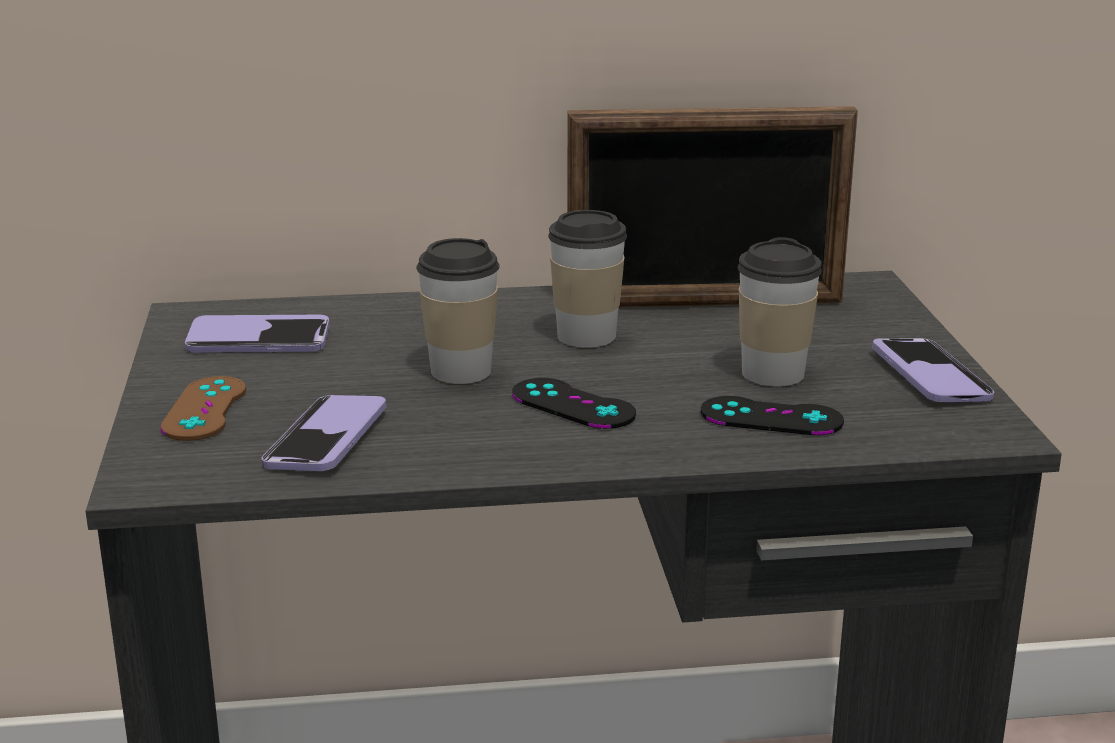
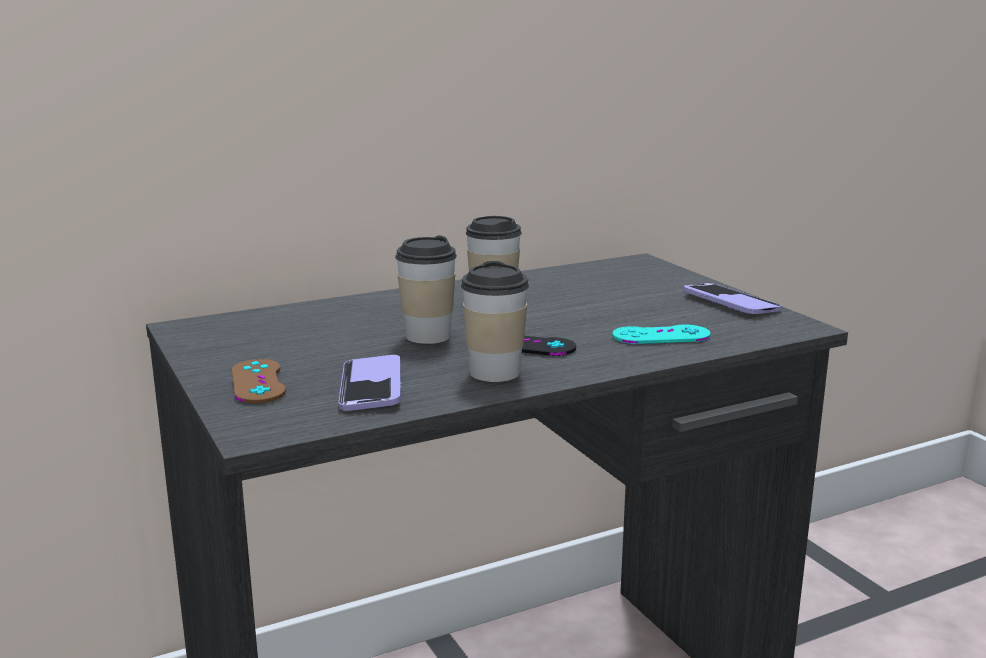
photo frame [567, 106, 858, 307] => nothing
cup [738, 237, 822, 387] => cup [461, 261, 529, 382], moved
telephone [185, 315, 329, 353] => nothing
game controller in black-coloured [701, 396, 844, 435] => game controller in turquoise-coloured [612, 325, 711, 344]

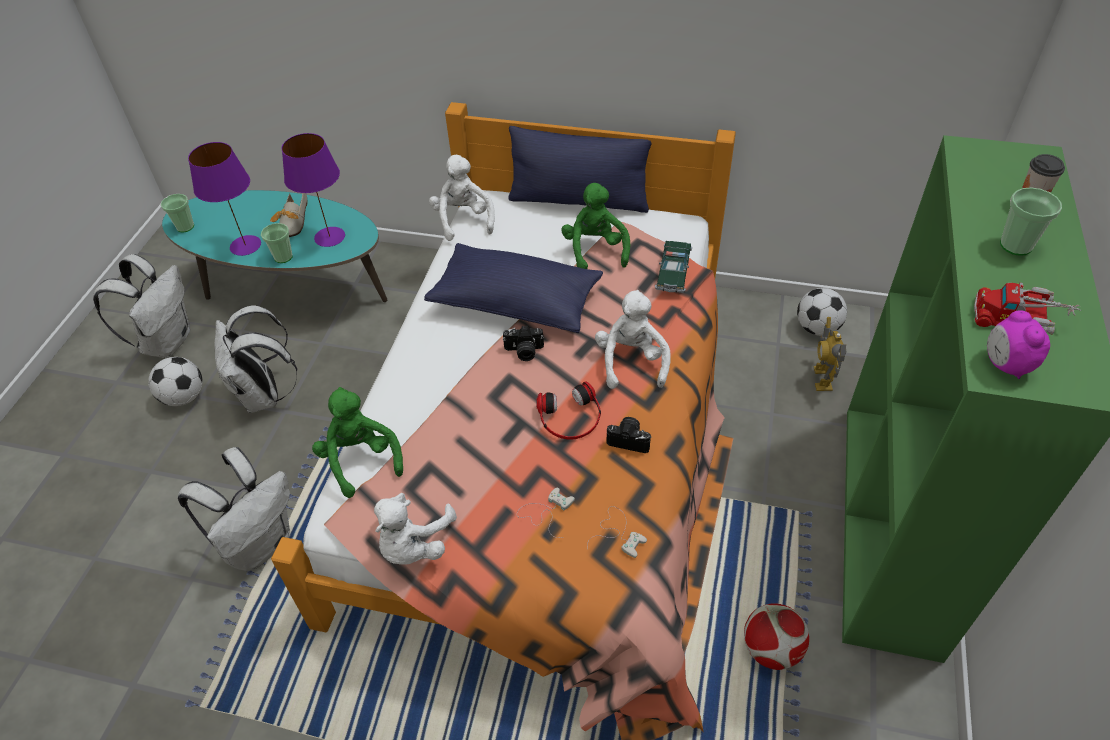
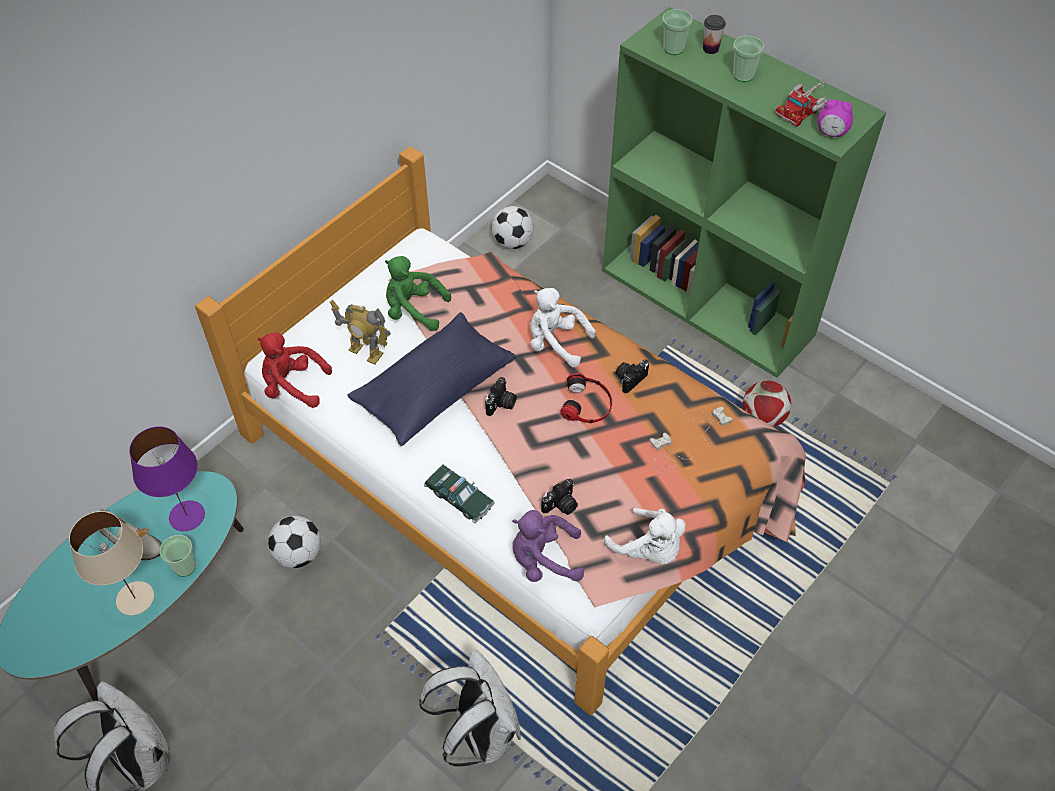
cushion in bluish [508, 126, 651, 213] => nothing
table lamp in purple [188, 142, 261, 256] => table lamp in sand-coloured [69, 511, 154, 615]
cuddly toy in whitish [429, 155, 495, 241] => cuddly toy in red [258, 332, 332, 408]
cup [161, 194, 194, 233] => cup [662, 9, 693, 55], moved
model car [655, 241, 692, 293] => model car [424, 465, 495, 523], moved
backpack in whitish [215, 305, 297, 413] => nothing
toy robot [814, 317, 846, 391] => toy robot [330, 300, 391, 365], moved
ball for football [148, 357, 203, 406] => ball for football [268, 516, 321, 568], moved
cuddly toy in green [312, 387, 403, 498] => cuddly toy in purple [512, 510, 584, 582]
nothing => photo camera [541, 479, 578, 515]

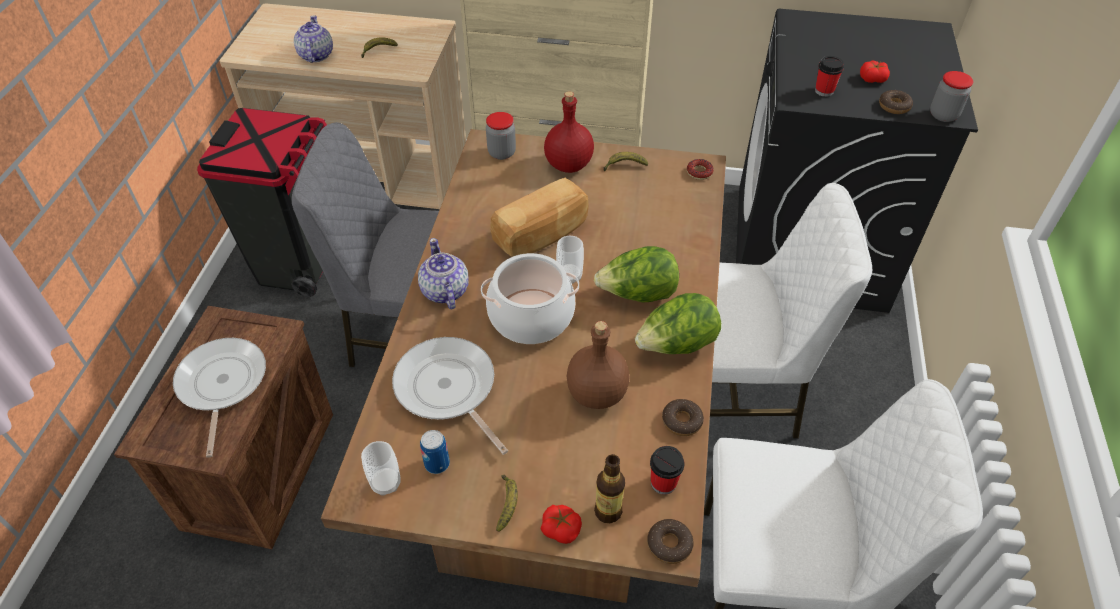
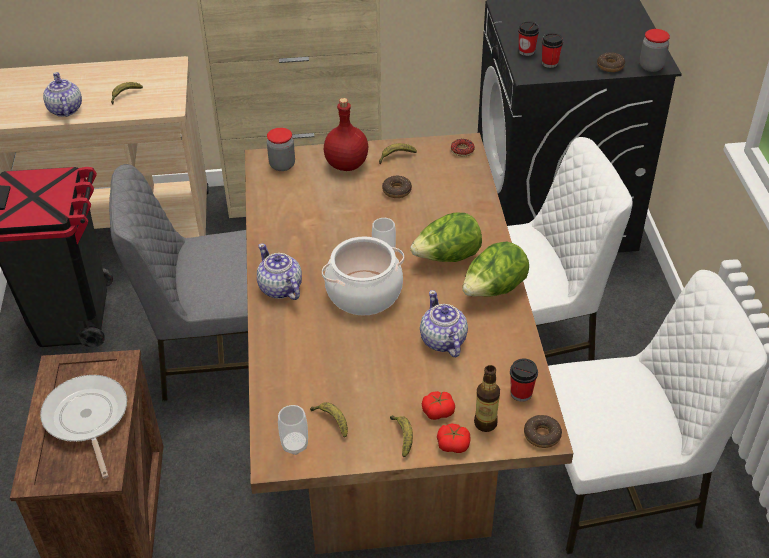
tomato [860, 61, 890, 83] => tomato [422, 391, 455, 420], moved
bread [490, 178, 589, 257] => nothing
beverage bottle in brown [567, 321, 629, 409] => tea pot [420, 290, 468, 357]
skillet [392, 337, 508, 455] => nothing
ring doughnut [662, 399, 704, 436] => ring doughnut [382, 176, 412, 198], moved
metal can [420, 430, 450, 474] => banana fruit [310, 402, 348, 438]
nothing => cup [518, 21, 539, 56]

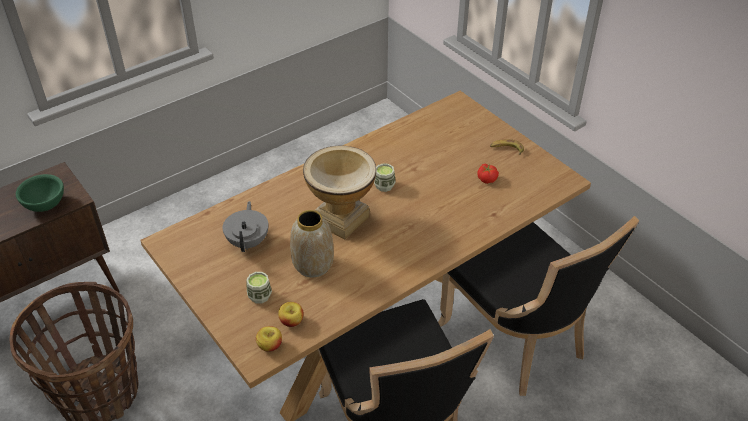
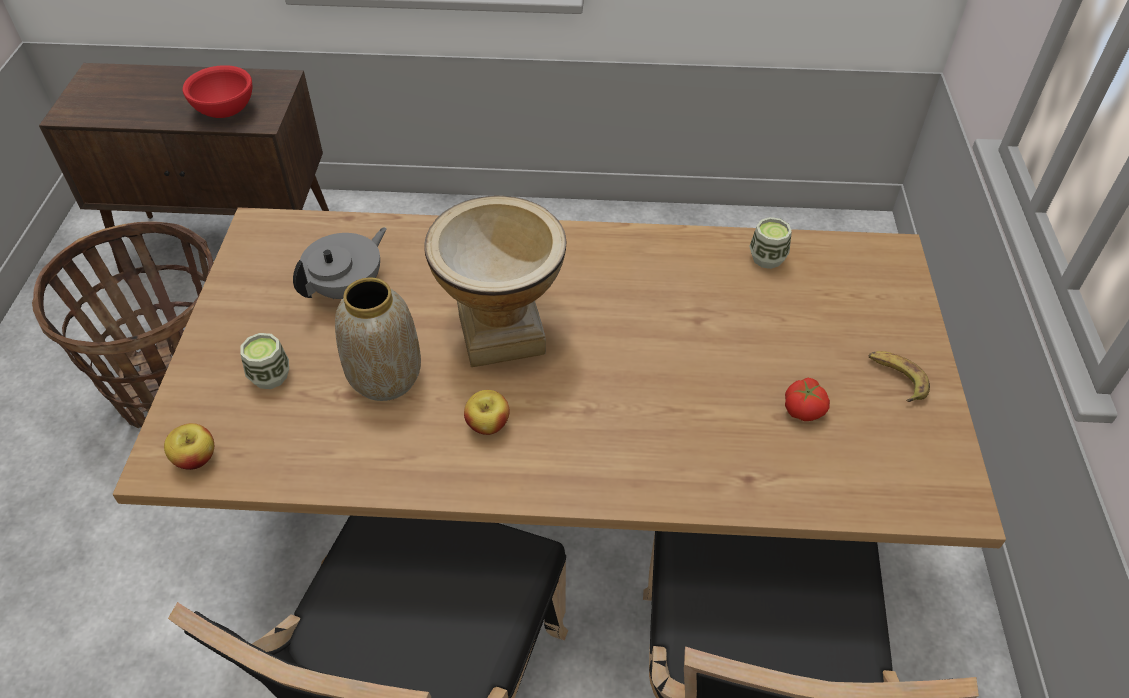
cup [374, 163, 396, 192] => cup [749, 217, 792, 269], moved
serving bowl in green [16, 174, 64, 212] => serving bowl in red [183, 65, 252, 118]
apple [278, 302, 304, 327] => apple [464, 390, 510, 435], moved

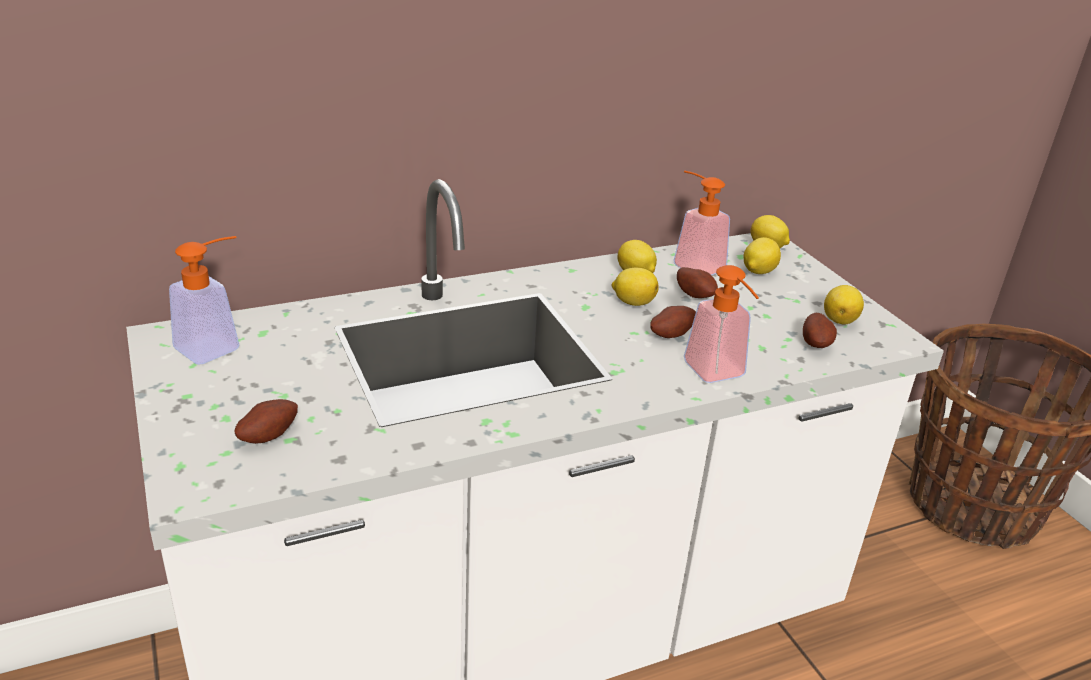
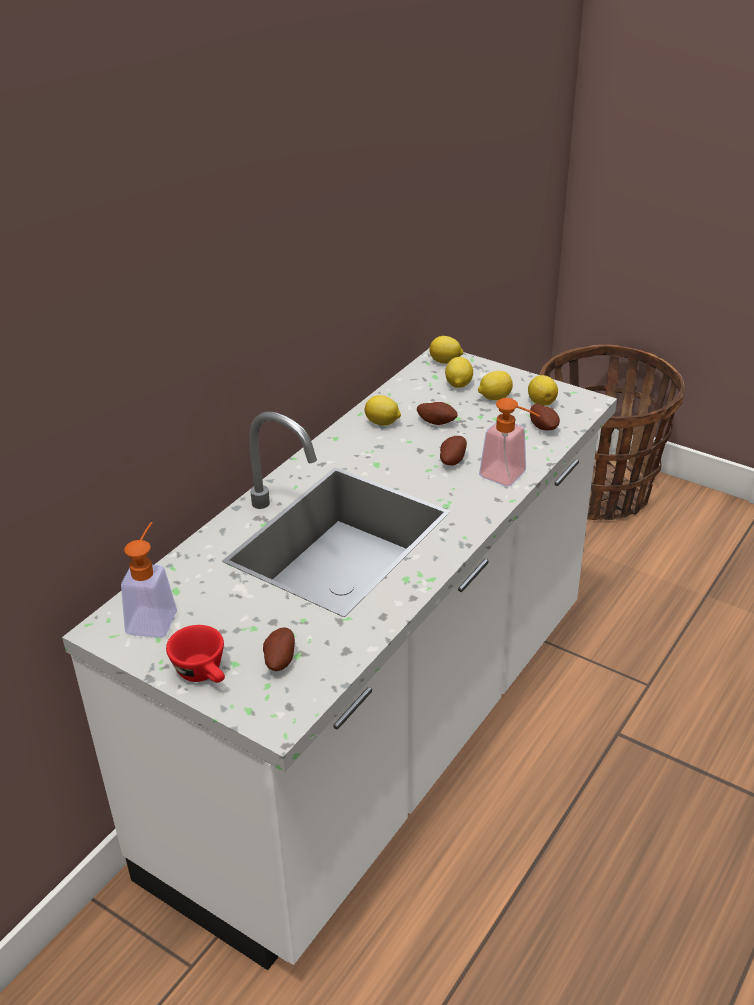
liquid soap bottle [673, 170, 730, 275] => nothing
lemon [611, 268, 659, 306] => lemon [478, 371, 513, 400], moved
nothing => cup in red [166, 625, 225, 683]

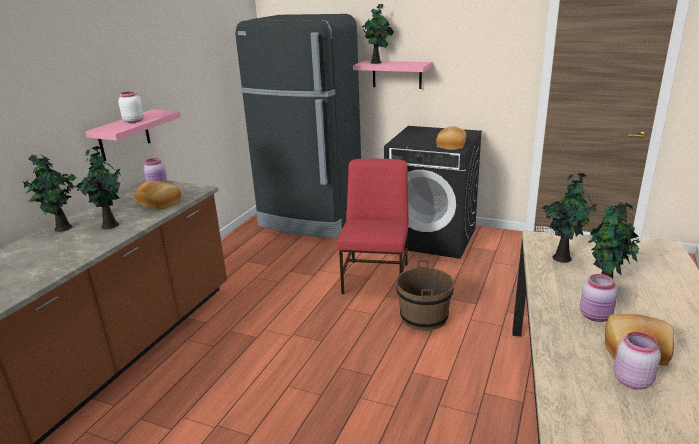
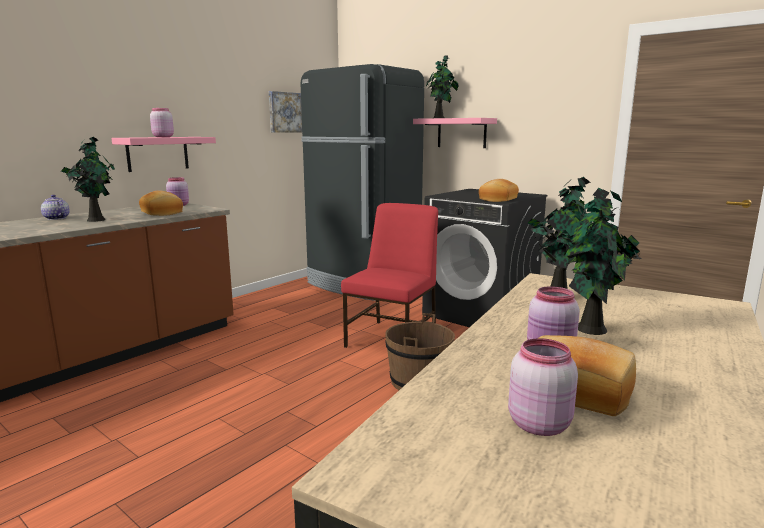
preserve jar in whitish [118, 91, 144, 123] => preserve jar in pink [150, 108, 174, 137]
houseplant [23, 154, 77, 232] => tea pot [41, 195, 70, 220]
nothing => picture [269, 91, 302, 133]

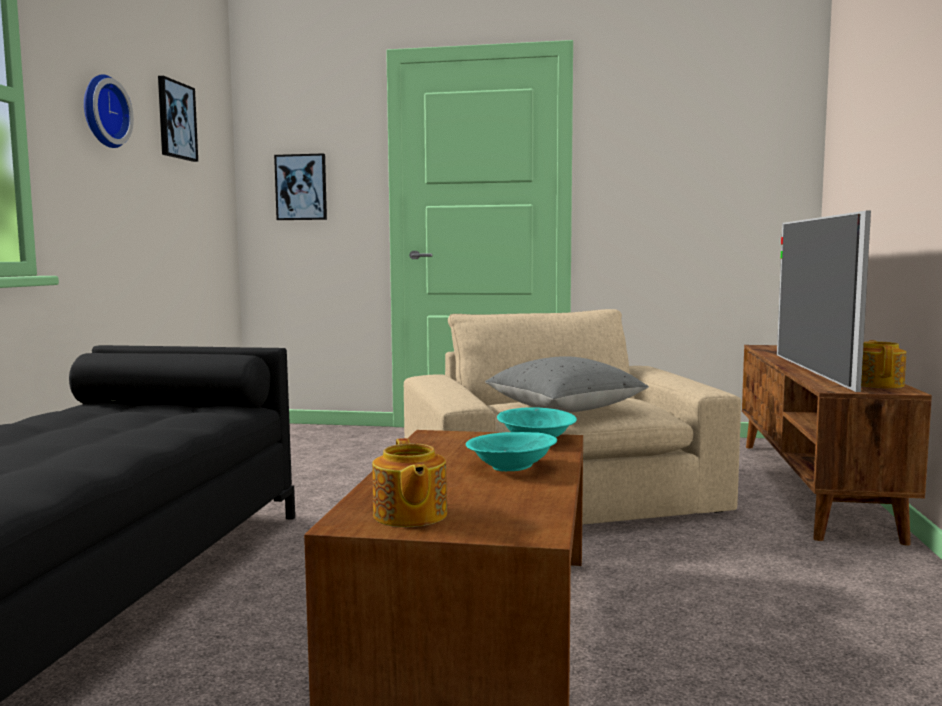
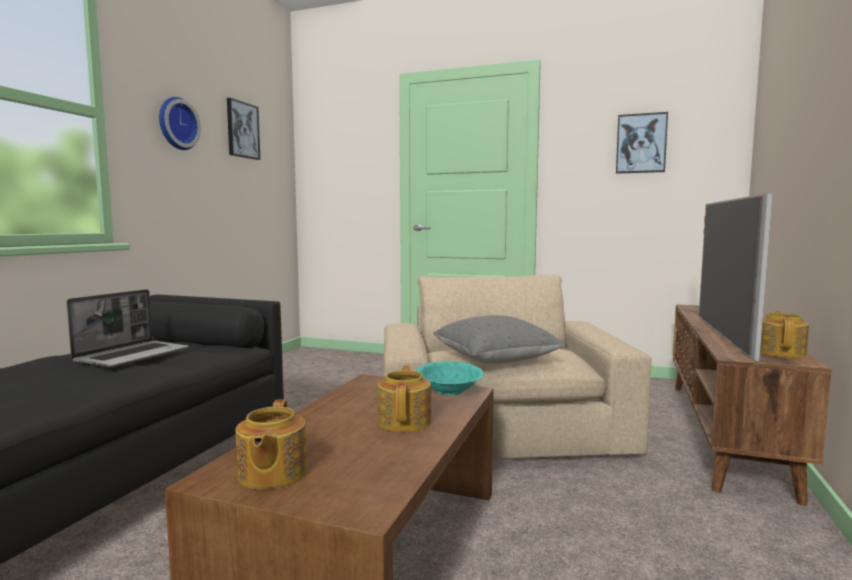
picture [274, 153, 327, 220] => picture [616, 112, 668, 174], moved
serving bowl in turquoise-coloured [466, 432, 557, 471] => tea pot [377, 366, 431, 432]
nothing => portable computer [66, 289, 189, 368]

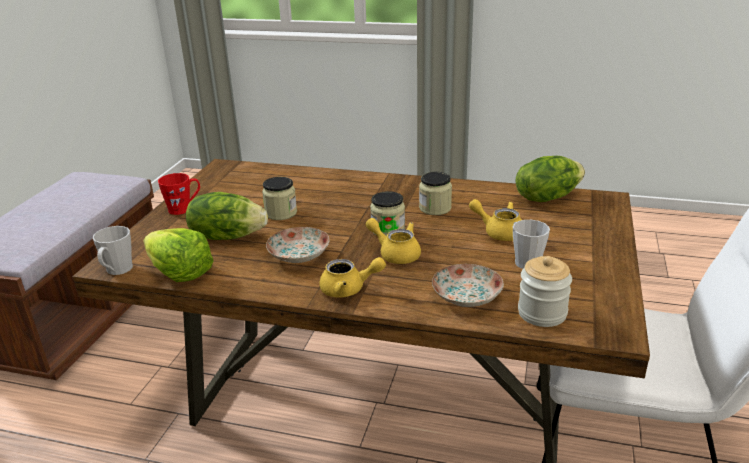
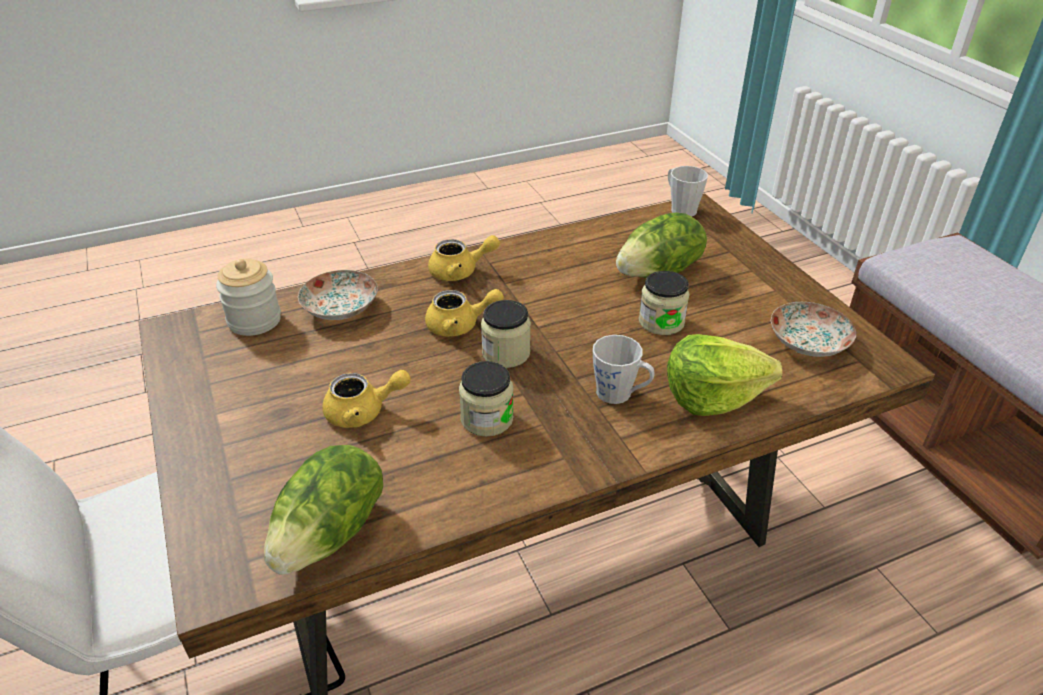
mug in red [158, 173, 200, 215] => nothing
mug in greyish [513, 220, 550, 269] => mug in greyish [593, 335, 655, 404], moved
plate [266, 227, 330, 263] => plate [771, 302, 857, 357], moved
lettuce head [143, 228, 214, 282] => lettuce head [667, 334, 783, 416], moved
tea pot in yellow [319, 257, 386, 298] => tea pot in yellow [428, 235, 500, 281], 150 degrees counterclockwise

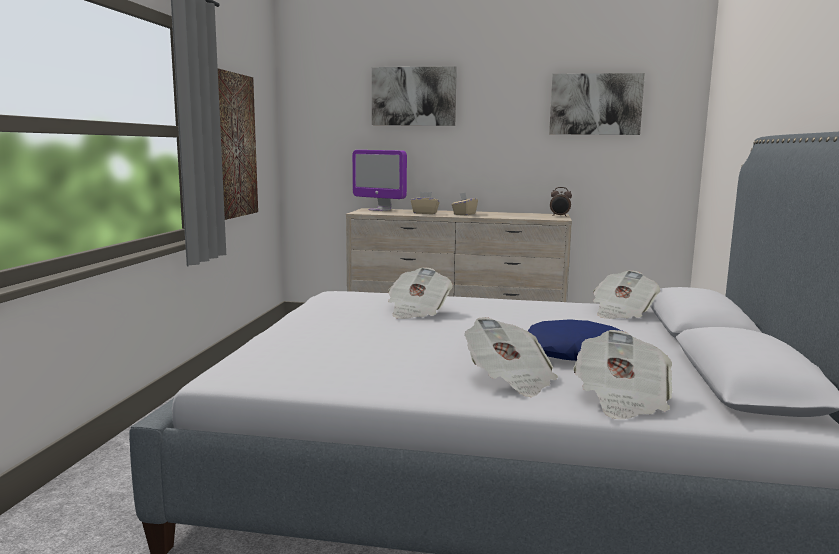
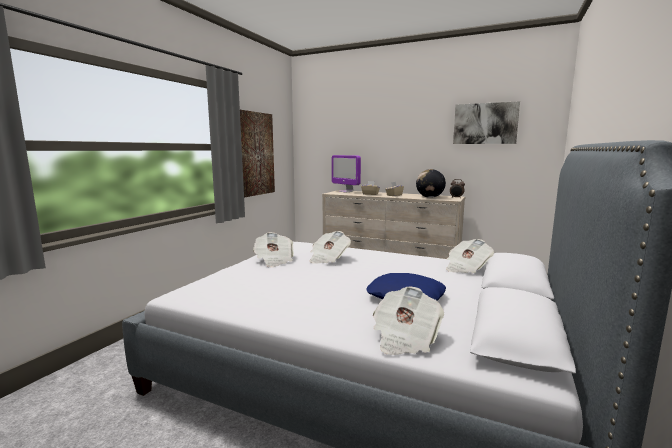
picture [372, 66, 457, 126] => nothing
newspaper [464, 317, 558, 397] => newspaper [253, 232, 294, 267], moved
nothing => desk globe [416, 169, 446, 198]

